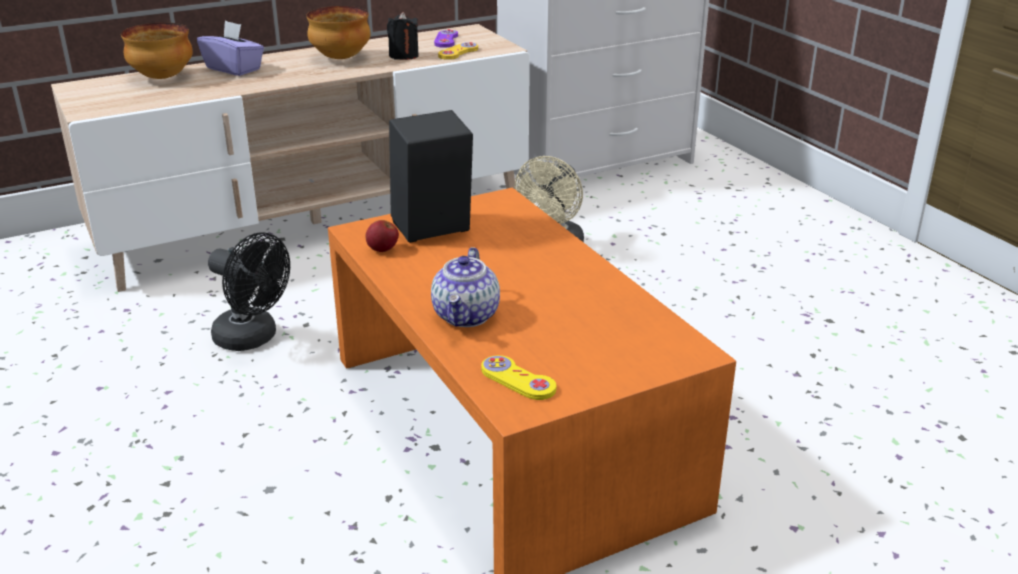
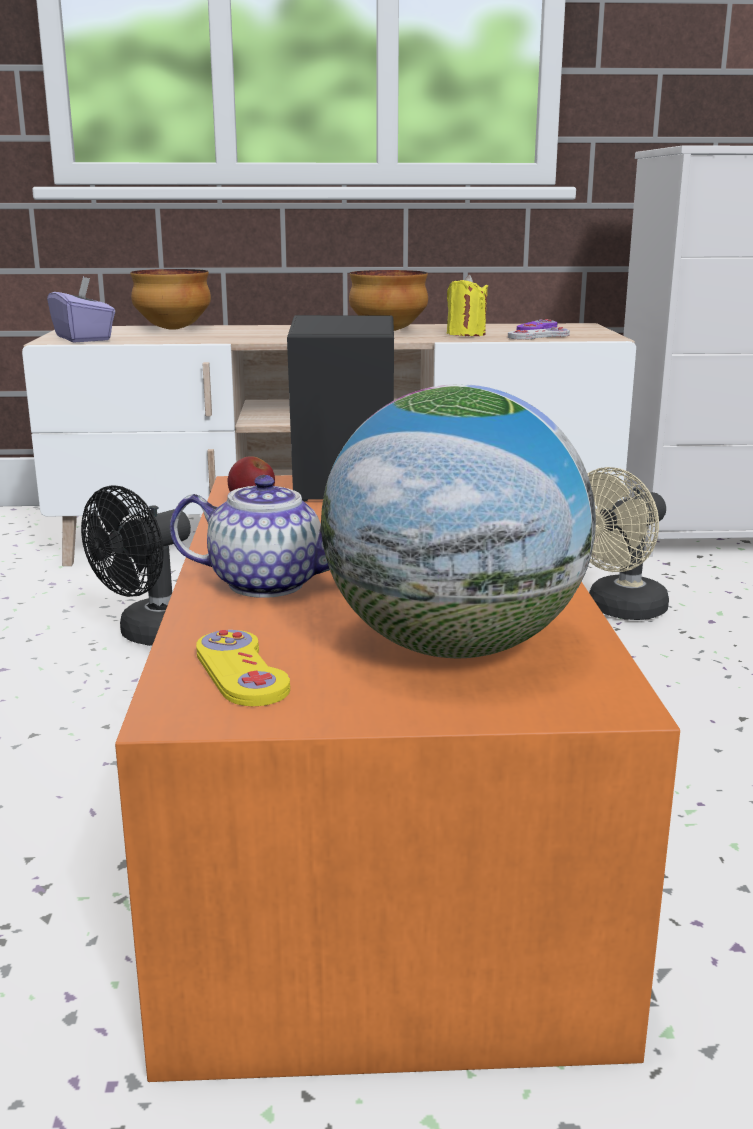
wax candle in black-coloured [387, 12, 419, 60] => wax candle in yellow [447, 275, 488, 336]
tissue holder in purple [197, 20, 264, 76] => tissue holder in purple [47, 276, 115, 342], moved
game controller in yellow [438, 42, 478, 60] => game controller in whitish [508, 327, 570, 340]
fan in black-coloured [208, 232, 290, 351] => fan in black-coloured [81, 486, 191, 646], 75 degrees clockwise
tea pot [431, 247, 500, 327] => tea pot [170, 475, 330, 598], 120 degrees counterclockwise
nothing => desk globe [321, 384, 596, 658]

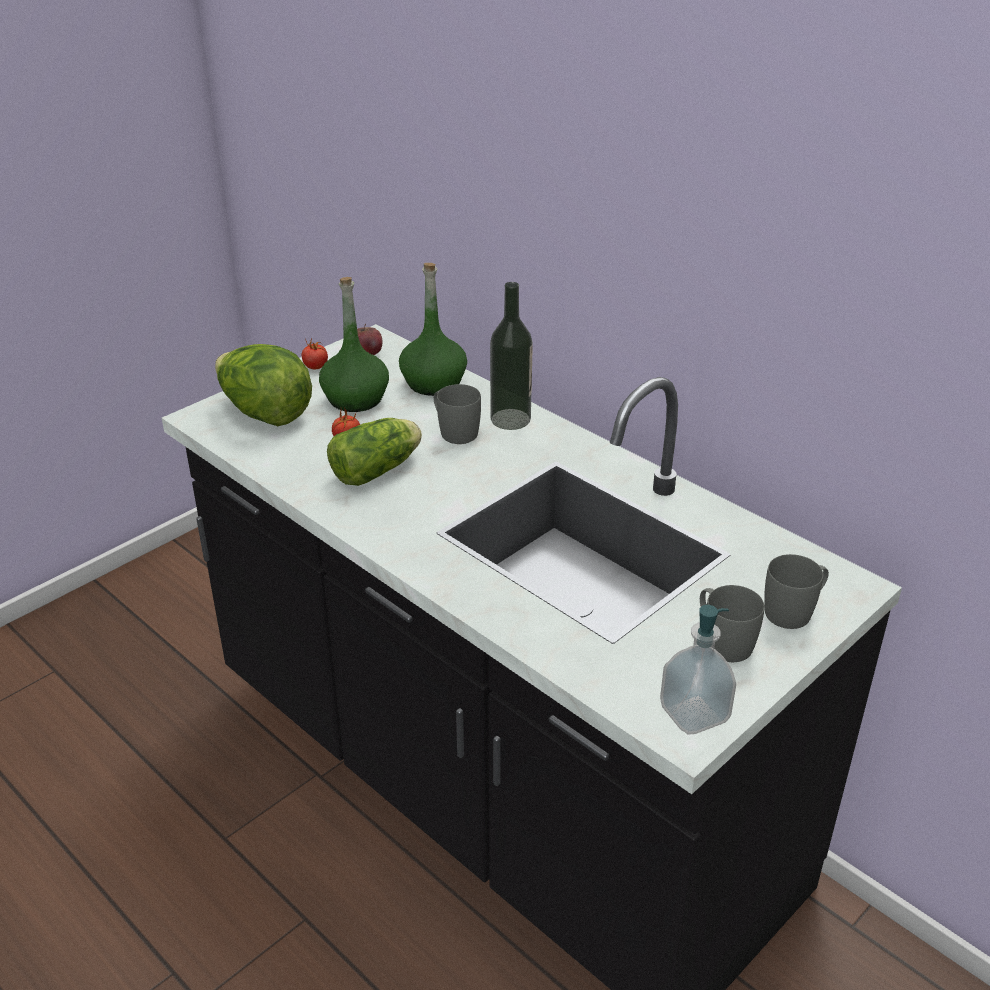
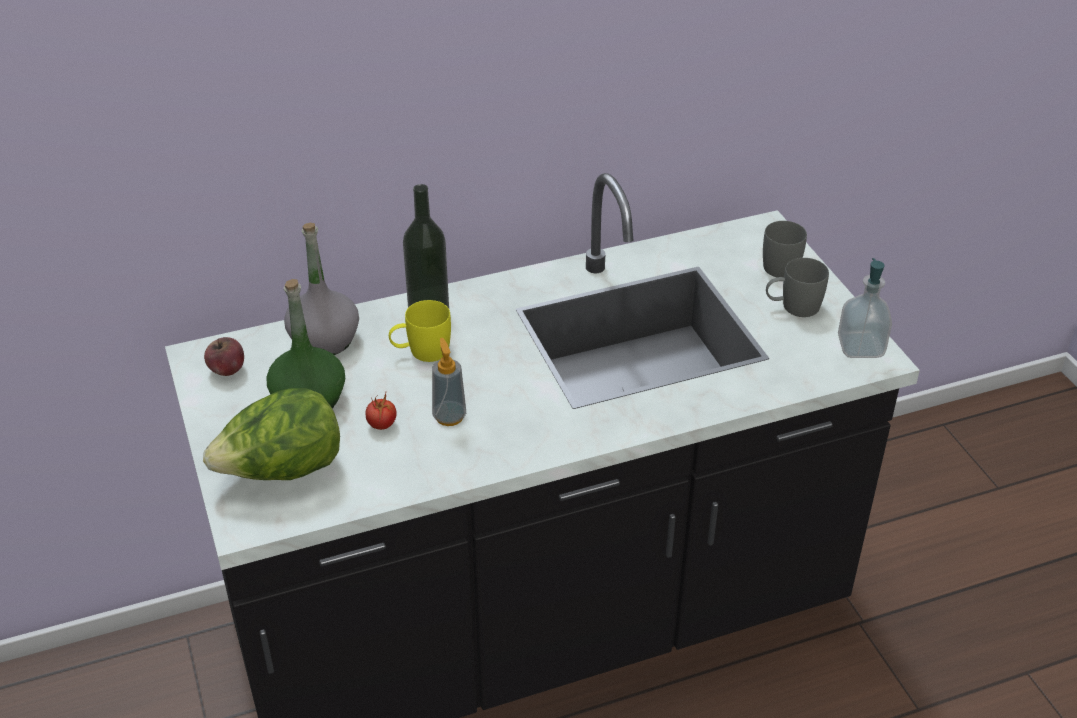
beverage bottle in green [399, 263, 467, 396] => beverage bottle in greyish [284, 223, 359, 355]
tomato [302, 339, 328, 369] => nothing
mug in greyish [434, 384, 481, 444] => mug in yellow [389, 300, 451, 362]
lettuce head [327, 418, 422, 486] => liquid soap bottle [432, 338, 466, 426]

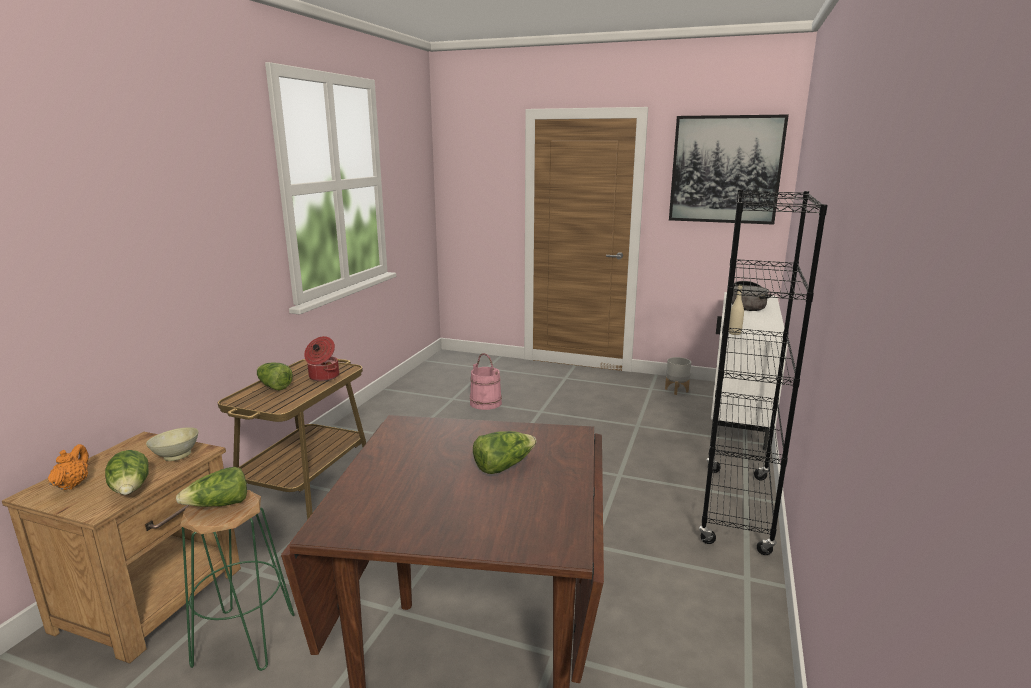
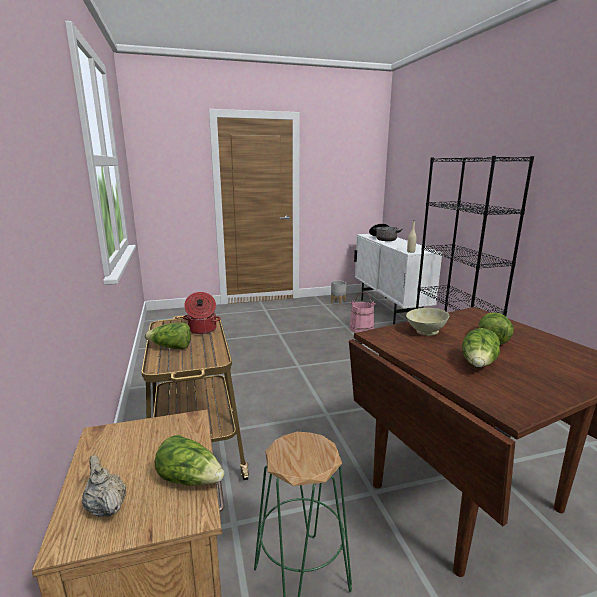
picture [669, 115, 789, 225] => nothing
water bucket in pink [470, 353, 502, 410] => water bucket in pink [350, 291, 376, 333], moved
serving bowl in sand-coloured [146, 427, 199, 461] => serving bowl in sand-coloured [406, 308, 449, 336], moved
tea pot in orangey [48, 444, 89, 490] => tea pot in sand-coloured [82, 455, 126, 517]
lettuce head [176, 467, 247, 507] => lettuce head [462, 328, 500, 367], moved

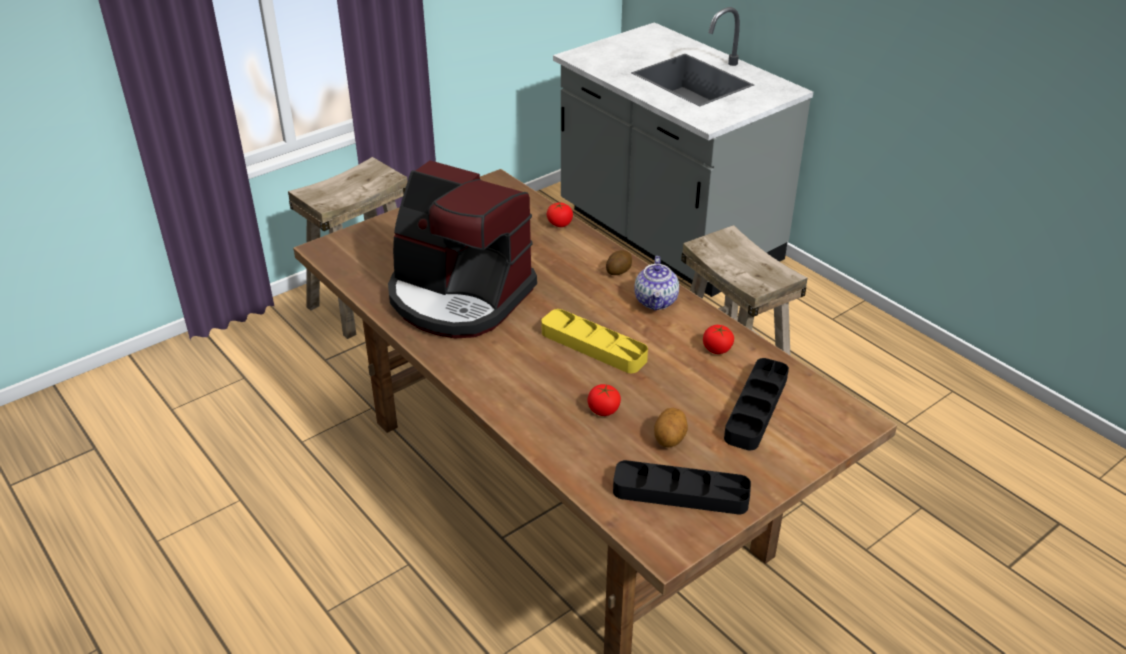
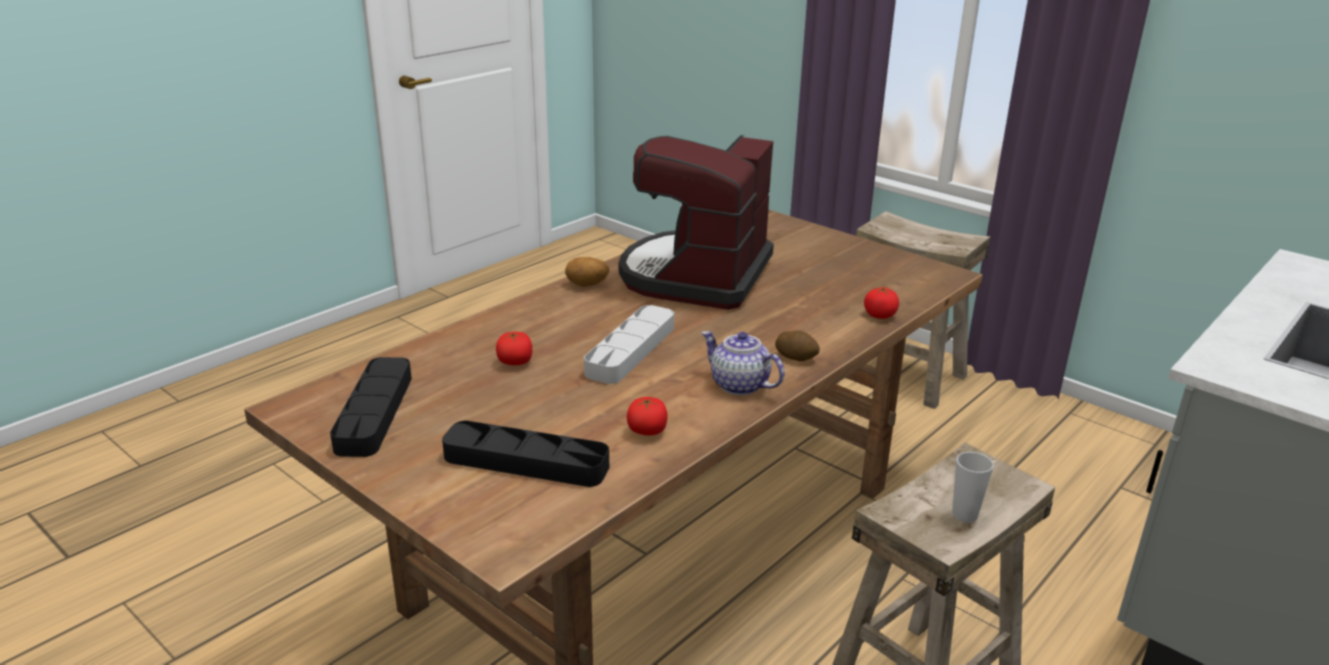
tea pot [634, 256, 679, 310] => tea pot [701, 331, 785, 395], 45 degrees clockwise
carrying tray in yellow [541, 309, 648, 373] => carrying tray in greyish [584, 305, 674, 384]
potato [654, 408, 688, 447] => potato [565, 257, 609, 287], moved
nothing => cup [952, 452, 994, 523]

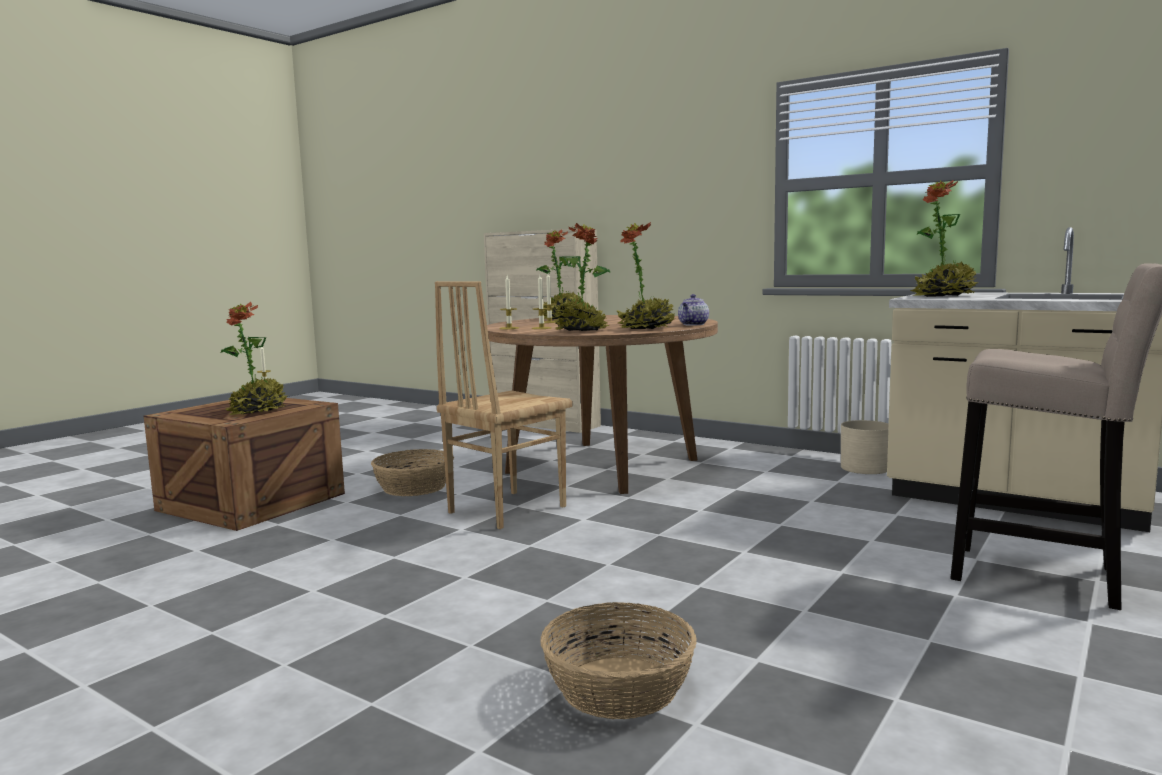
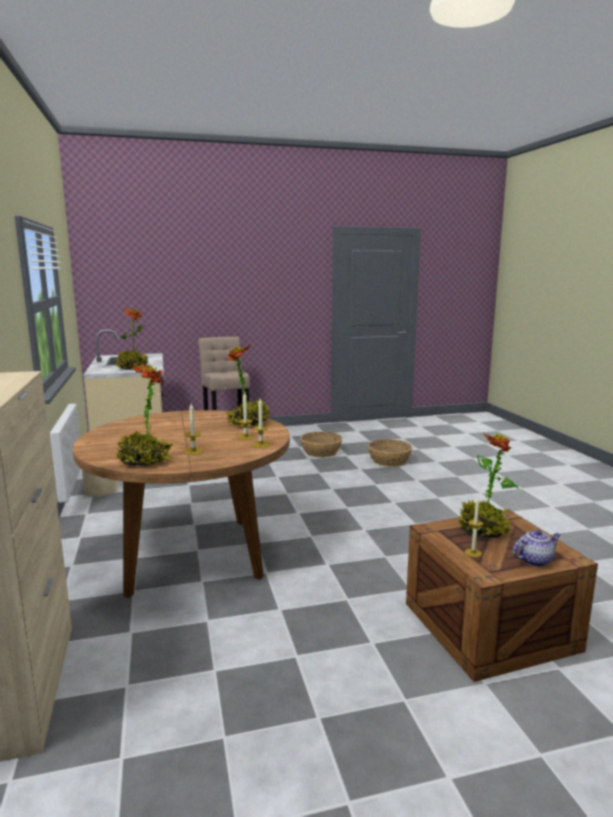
houseplant [617, 222, 675, 329] => nothing
chair in brown [435, 281, 572, 529] => nothing
tea pot [678, 294, 709, 326] => tea pot [513, 530, 560, 567], moved
storage basket [371, 449, 454, 496] => storage basket [300, 432, 343, 457], moved

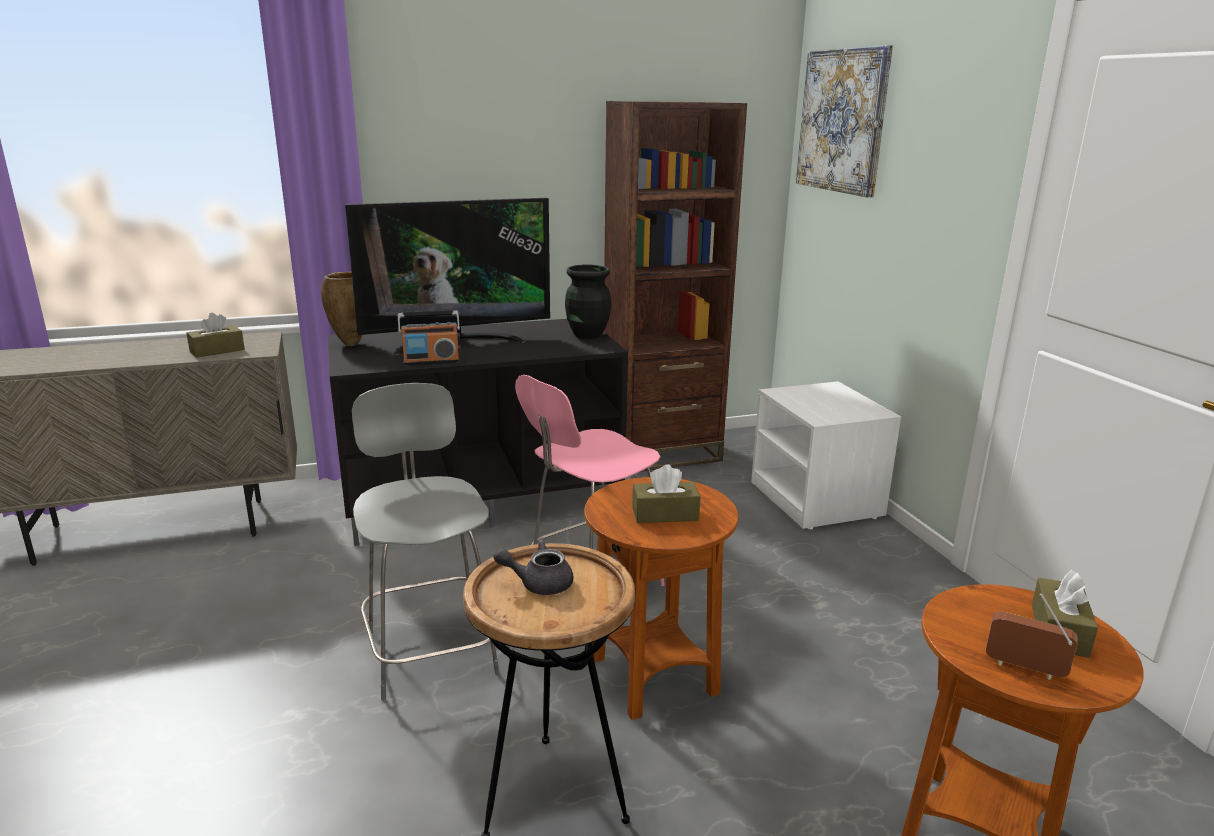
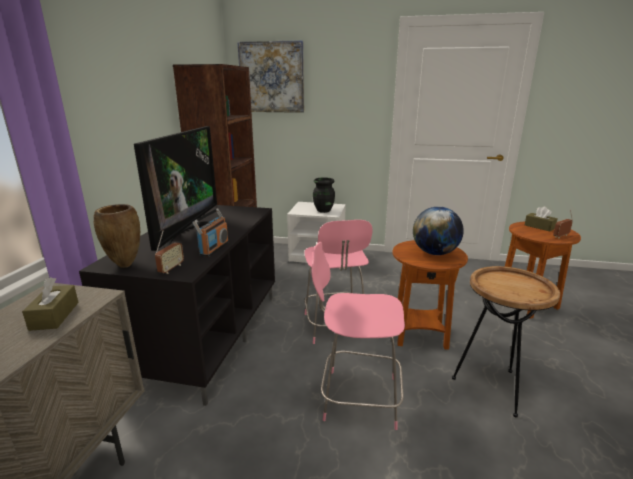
flower vase in black-coloured [565, 265, 611, 338] => flower vase in black-coloured [313, 177, 335, 213], moved
stool seat in greyish [352, 383, 500, 701] => stool seat in pink [311, 242, 405, 430]
tissue holder in brown [632, 464, 701, 523] => desk globe [413, 207, 464, 255]
tea pot in greyish [494, 540, 574, 595] => nothing
nothing => radio receiver [155, 231, 184, 274]

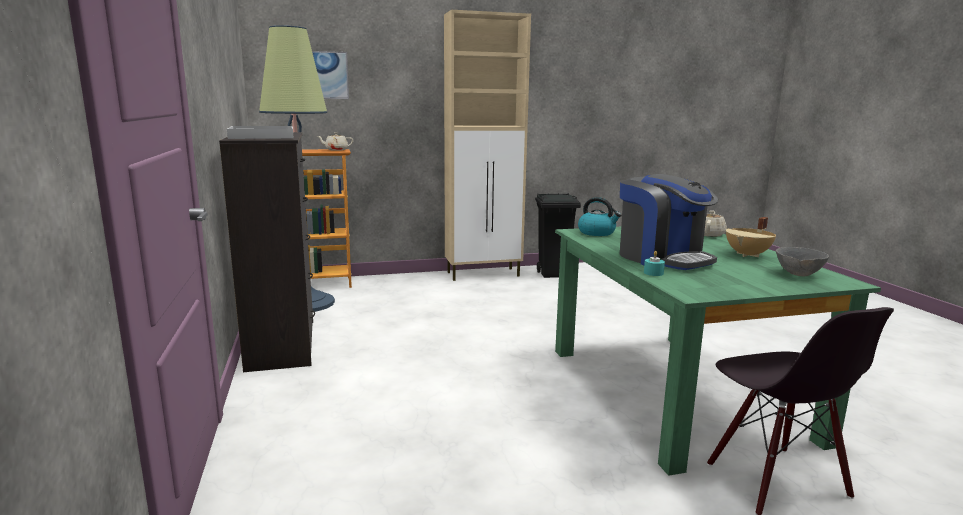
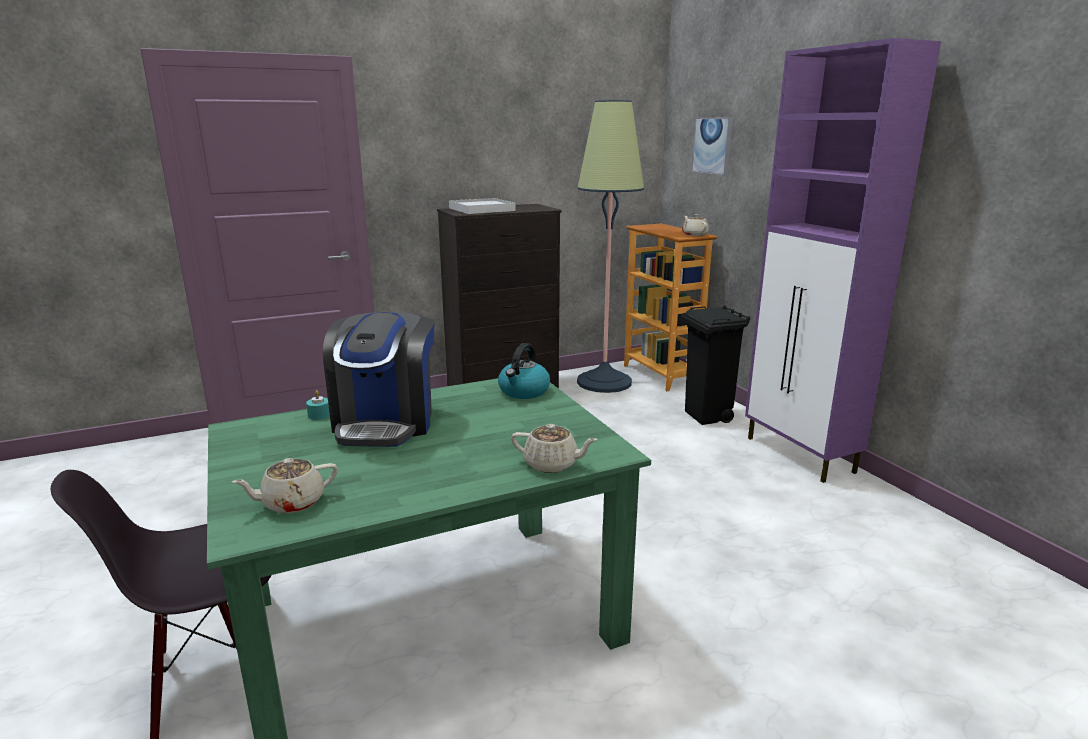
storage cabinet in sand-coloured [444, 10, 531, 281] => storage cabinet in purple [745, 38, 941, 483]
coffee brewer [620, 174, 718, 270] => coffee brewer [323, 312, 434, 447], 45 degrees counterclockwise
trash can in black-coloured [535, 193, 581, 278] => trash can in black-coloured [681, 305, 751, 425], moved
cooking pot in sand-coloured [726, 217, 776, 257] => nothing
serving bowl in greyish [776, 247, 829, 276] => tea pot in sand-coloured [232, 458, 338, 513]

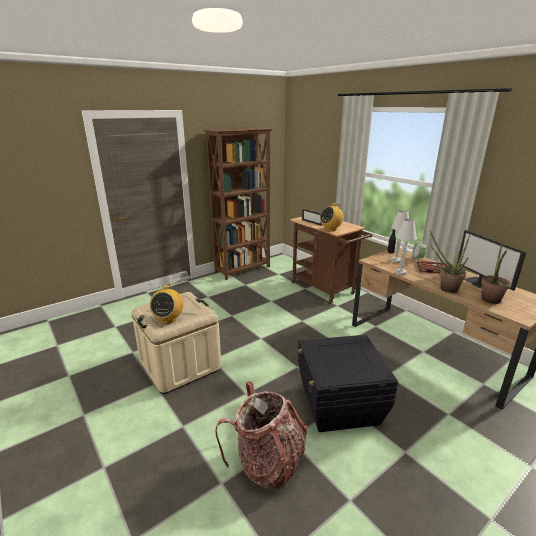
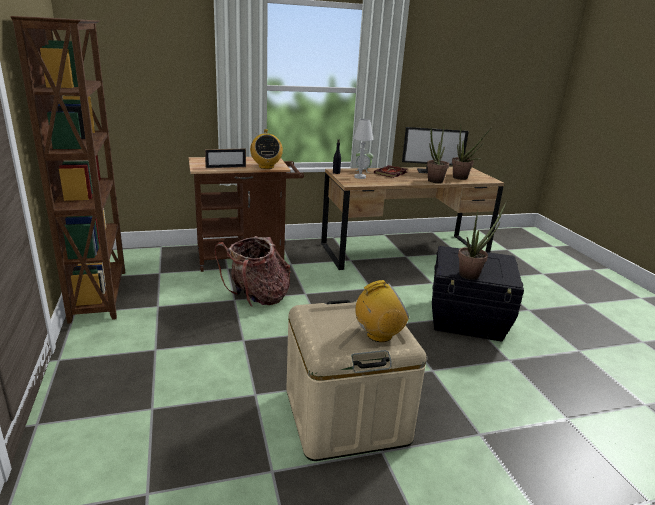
table lamp in whitish [395, 219, 417, 275] => nothing
radio receiver [150, 284, 183, 324] => radio receiver [355, 280, 409, 342], 45 degrees counterclockwise
backpack [215, 381, 308, 489] => backpack [215, 236, 291, 307], moved
nothing => houseplant [458, 201, 507, 280]

